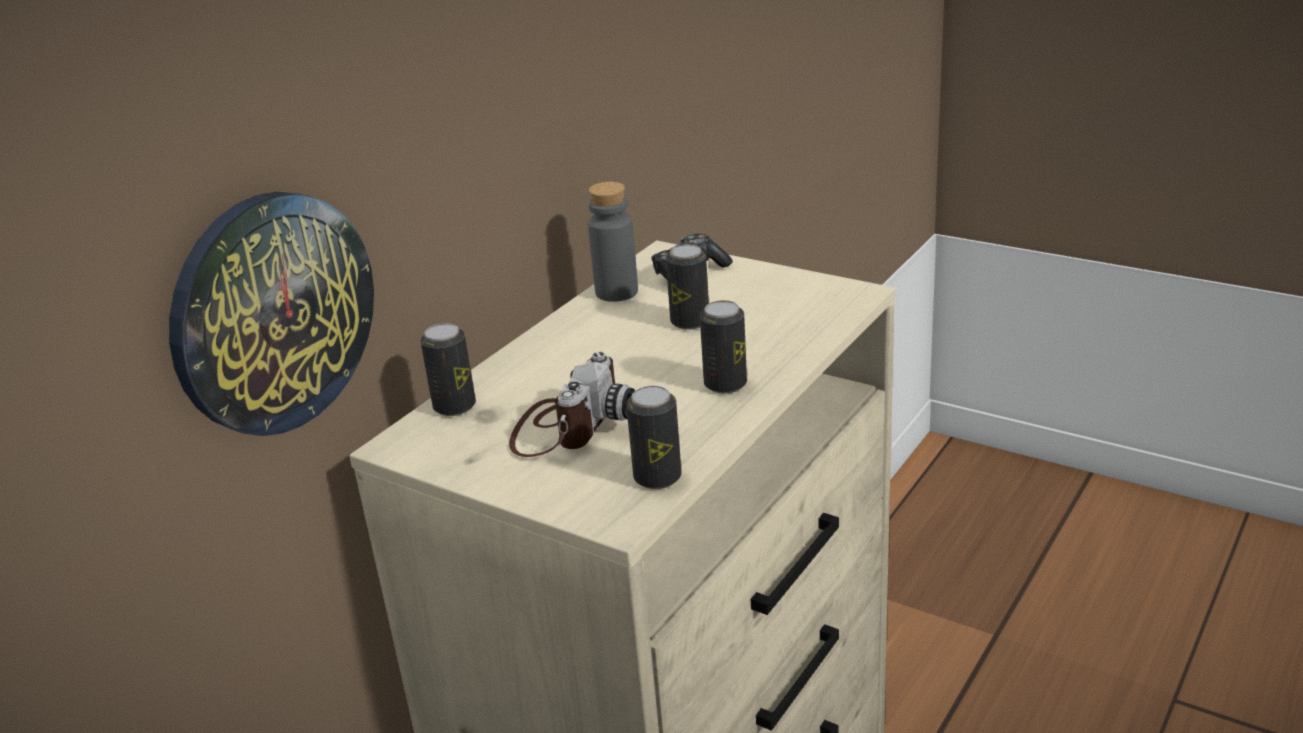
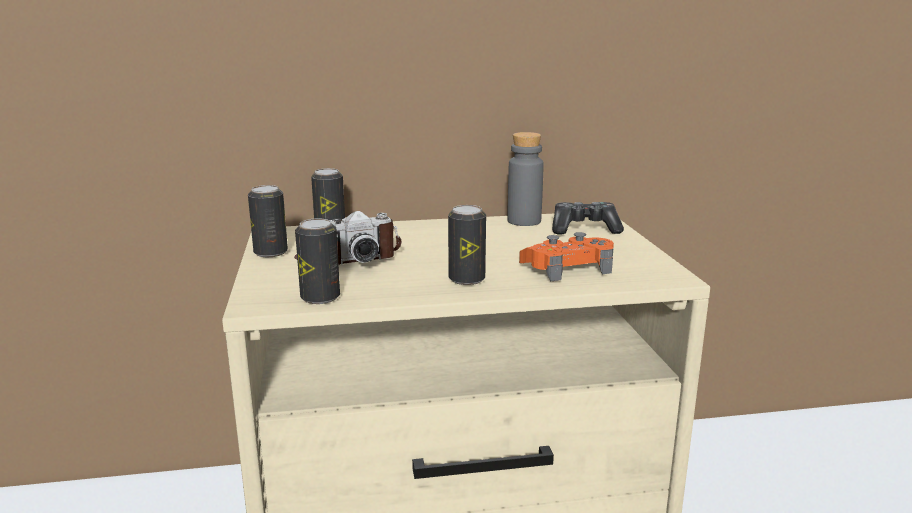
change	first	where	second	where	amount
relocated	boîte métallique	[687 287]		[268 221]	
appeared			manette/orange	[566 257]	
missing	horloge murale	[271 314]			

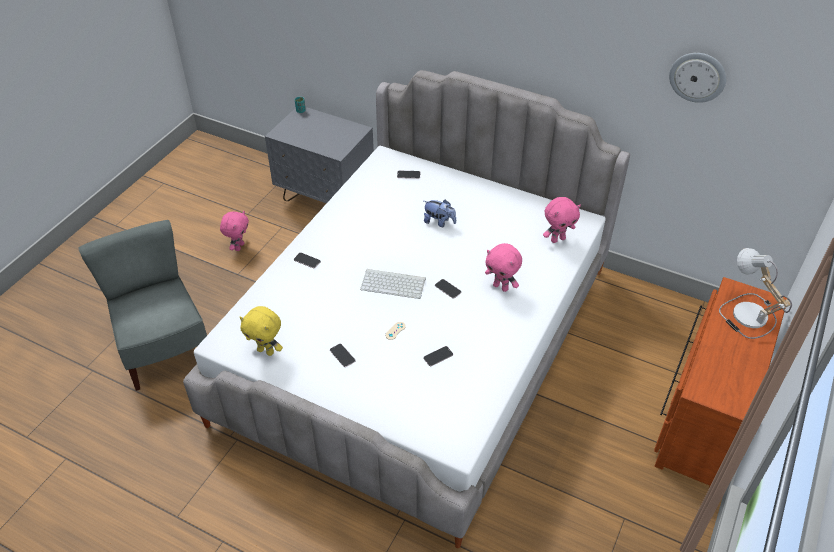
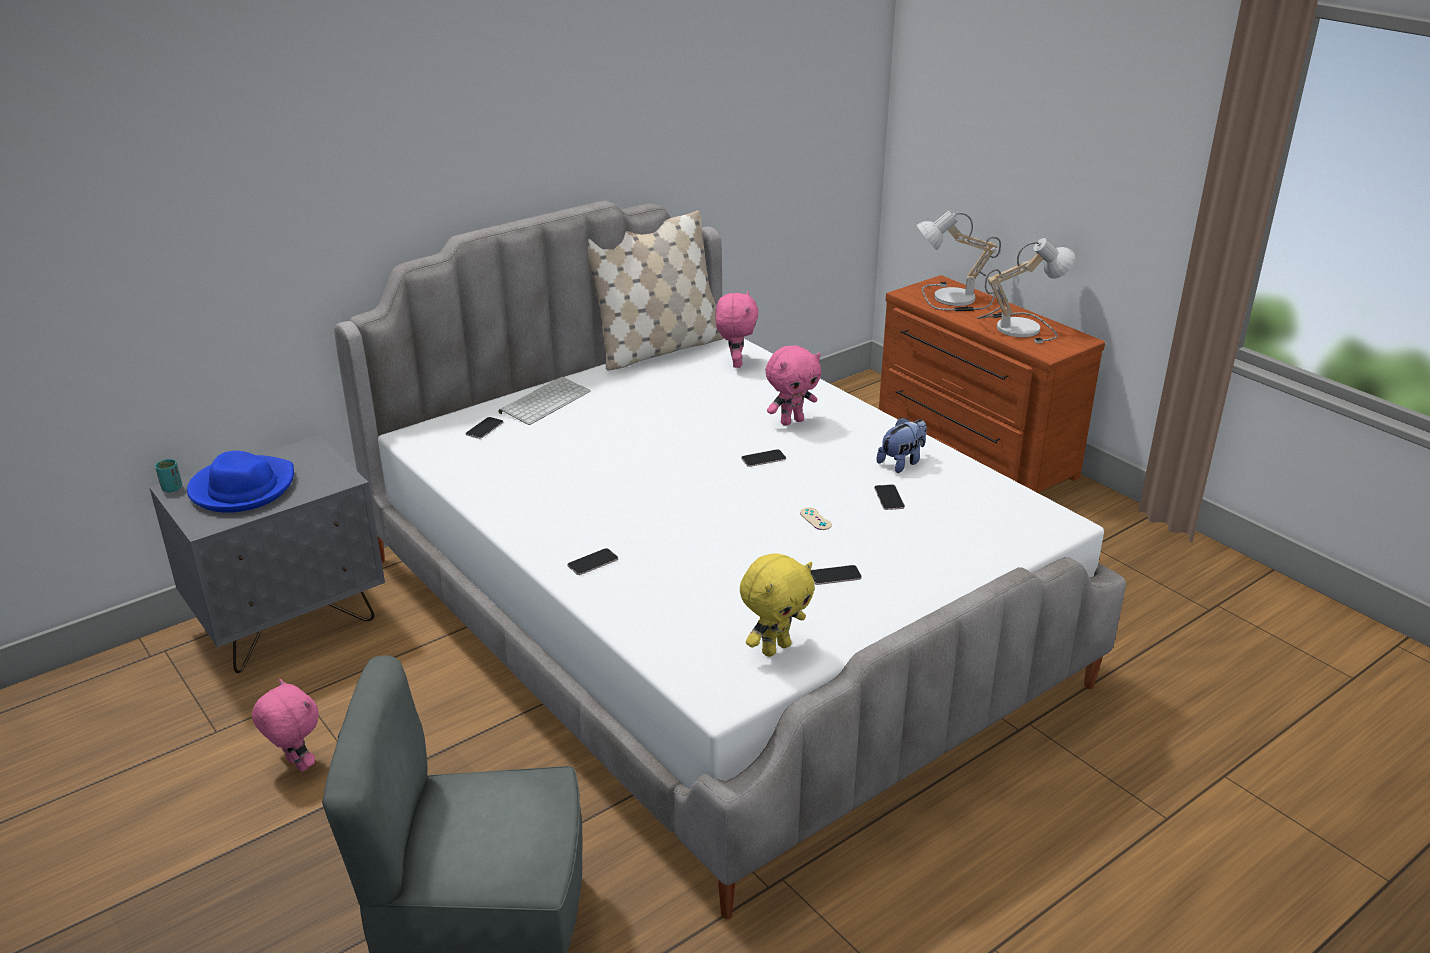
change	first	where	second	where	amount
appeared			chapeau/bleu	[240 482]	
relocated	clavier	[393 284]		[545 401]	
appeared			coussin/beige	[656 291]	
relocated	peluche	[440 213]		[902 445]	
appeared			lampe de table	[1026 290]	
missing	horloge murale	[697 78]			

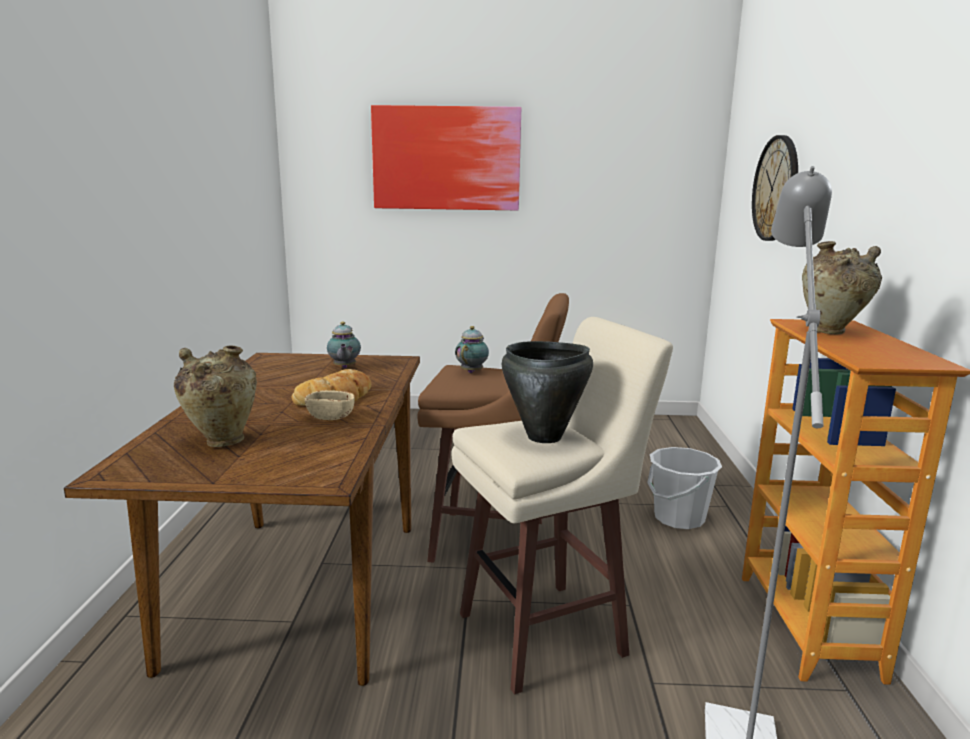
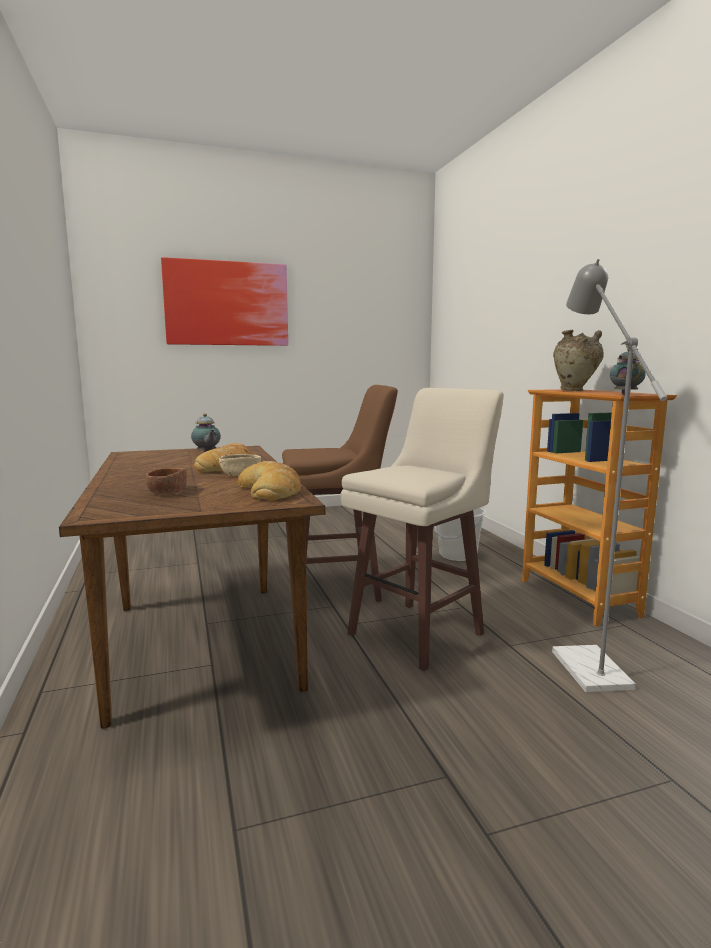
change	first	where	second	where	amount
exchanged	vase/beige	[215 396]	bol/marron	[166 481]	
appeared			pain	[269 481]	
relocated	théière	[472 349]		[628 371]	
missing	marmite/noir	[547 392]			
missing	horloge murale	[775 188]			

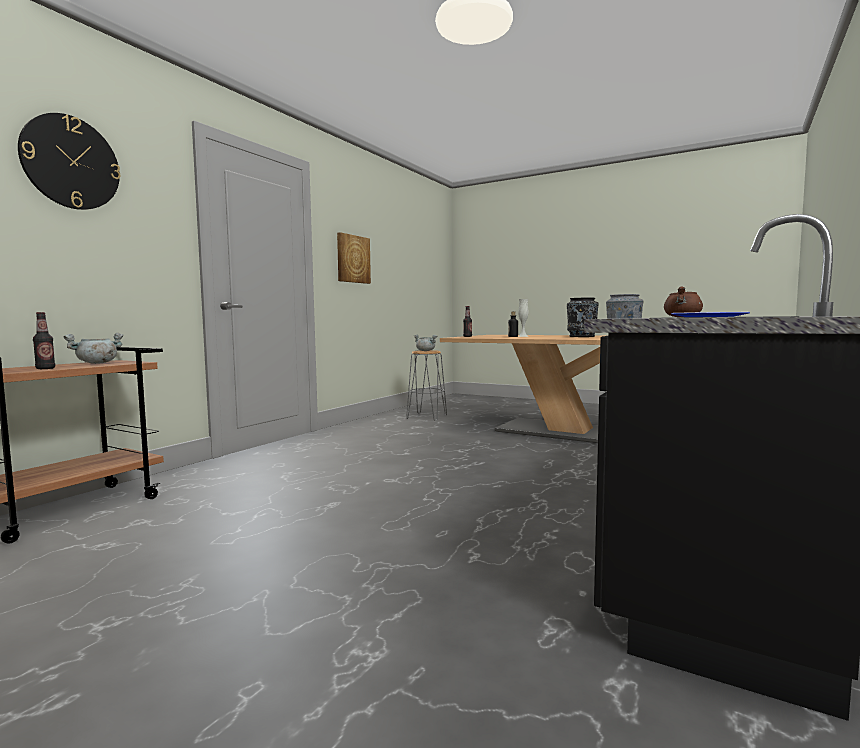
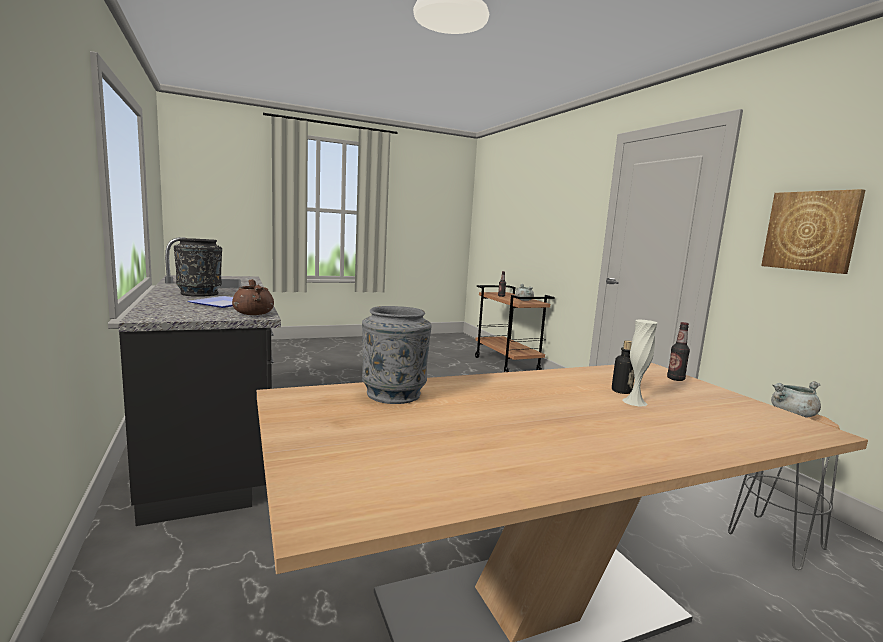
change	first	where	second	where	amount
relocated	vase/noir	[583 317]		[198 267]	
missing	horloge murale	[69 161]			

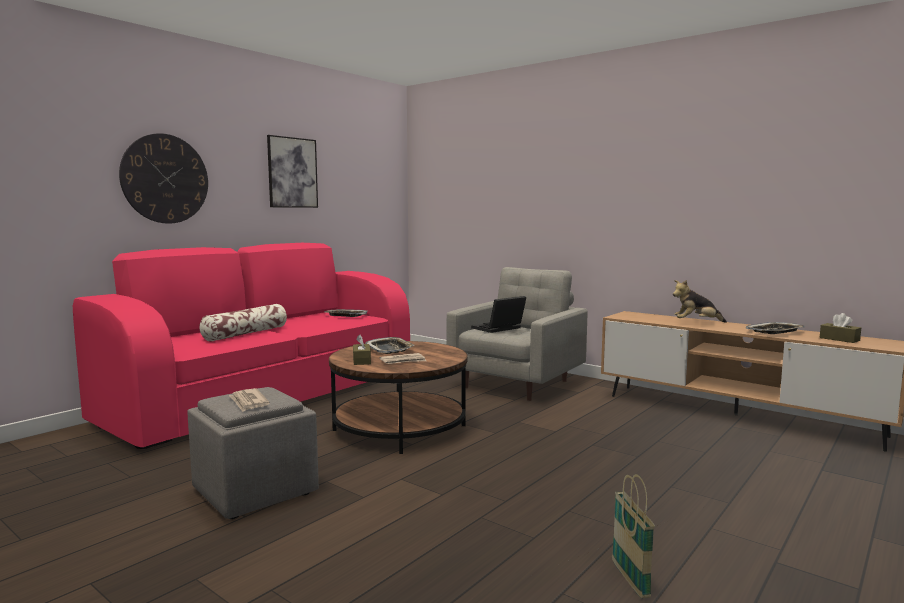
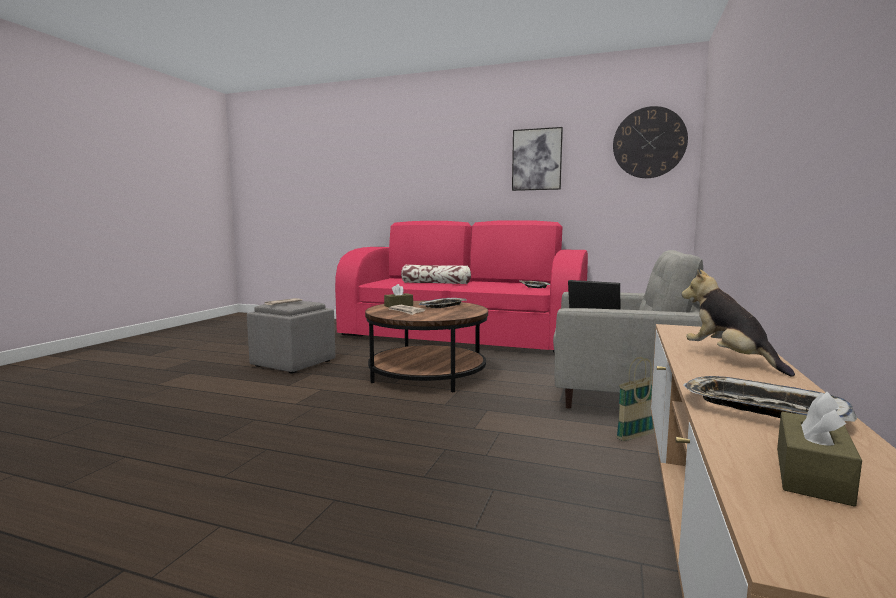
change	first	where	second	where	amount
relocated	horloge murale	[163 178]		[650 142]	
relocated	panier	[633 536]		[635 399]	

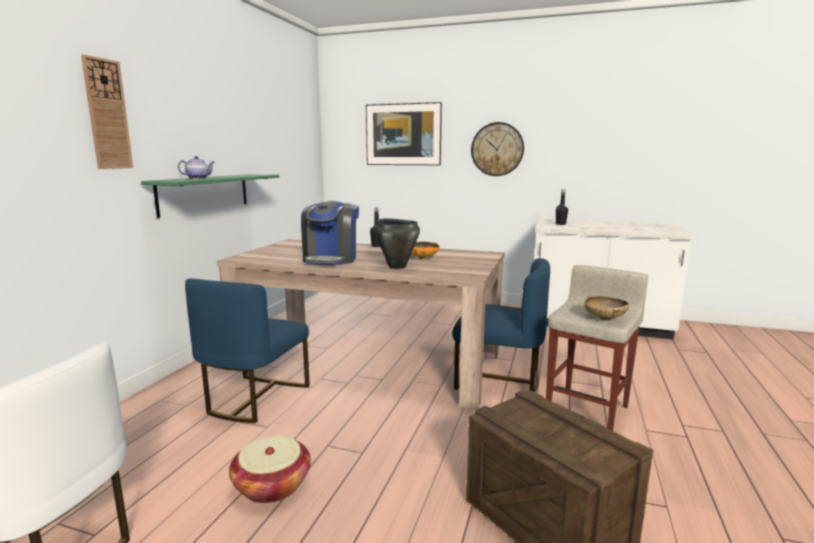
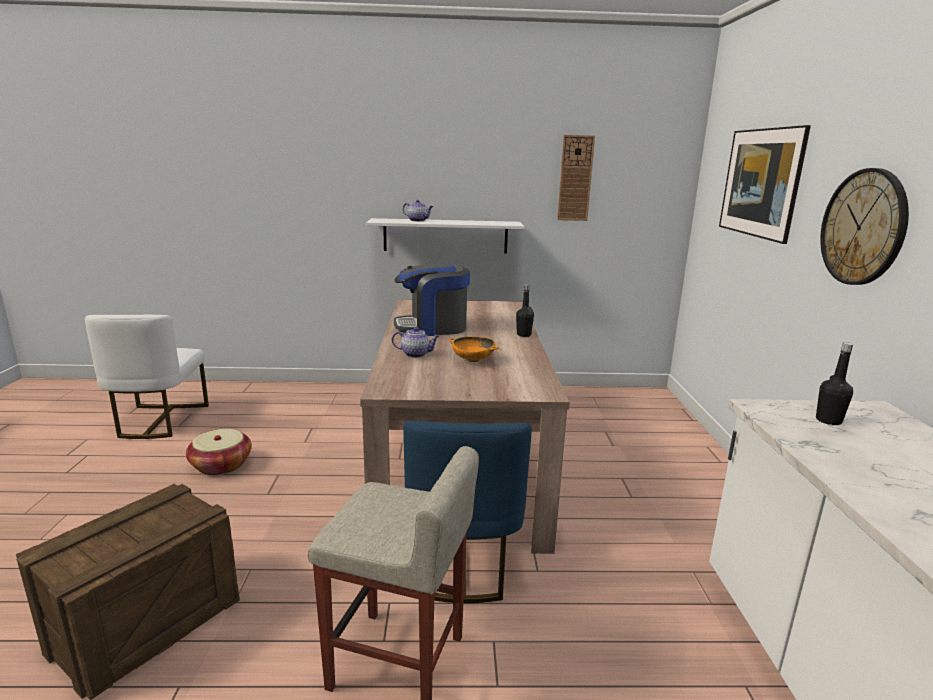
change	first	where	second	where	amount
colour	étagère/vert	[210 196]	étagère/blanc	[445 236]	
exchanged	marmite/noir	[397 243]	théière	[416 342]	
relocated	horloge murale	[107 112]		[576 178]	
missing	chaise/bleu	[247 350]			
missing	bol/beige	[606 307]			

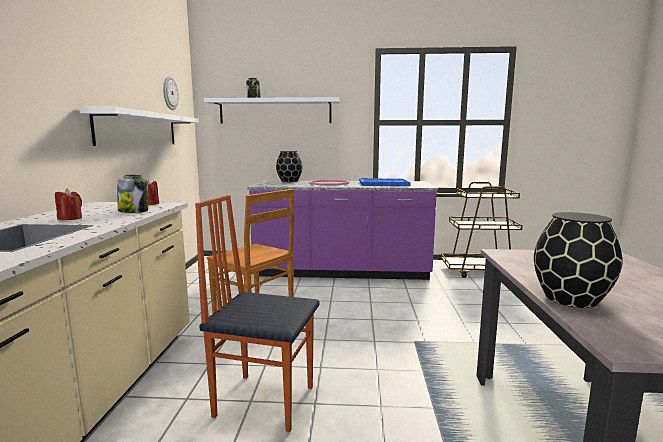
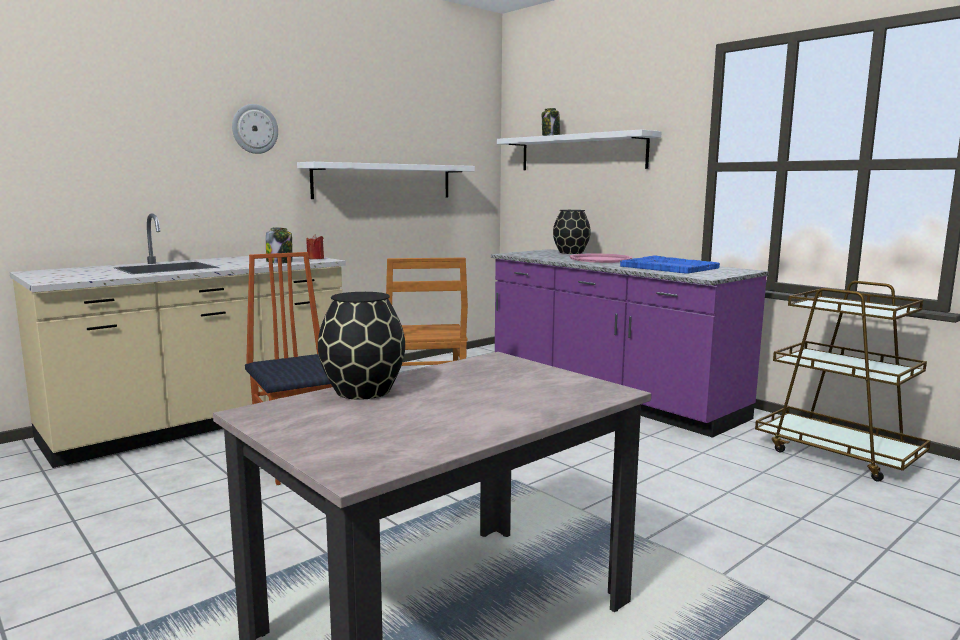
change	first	where	second	where	amount
relocated	horloge murale	[171 93]		[255 129]	
missing	bougie/rouge	[68 204]			

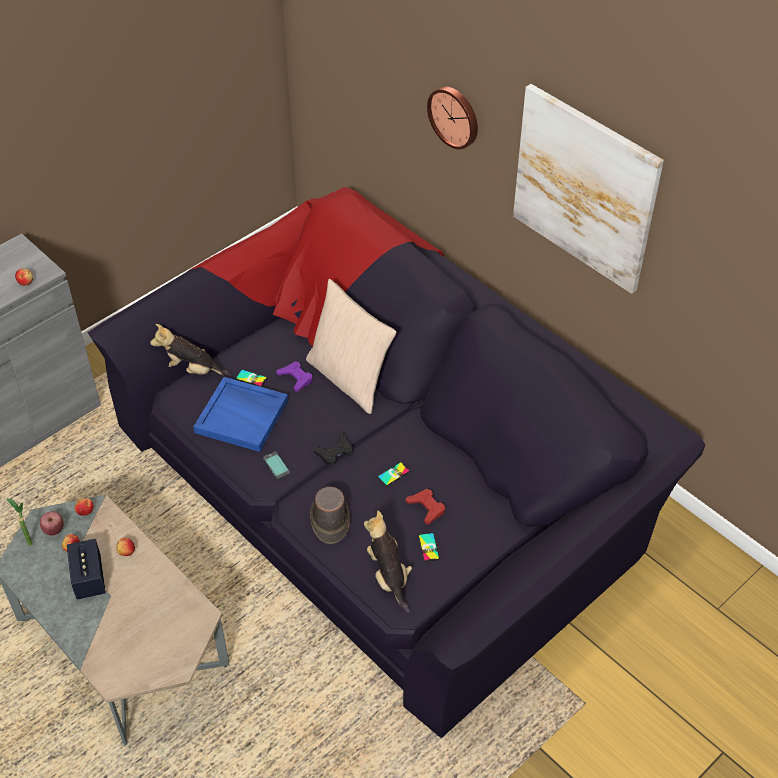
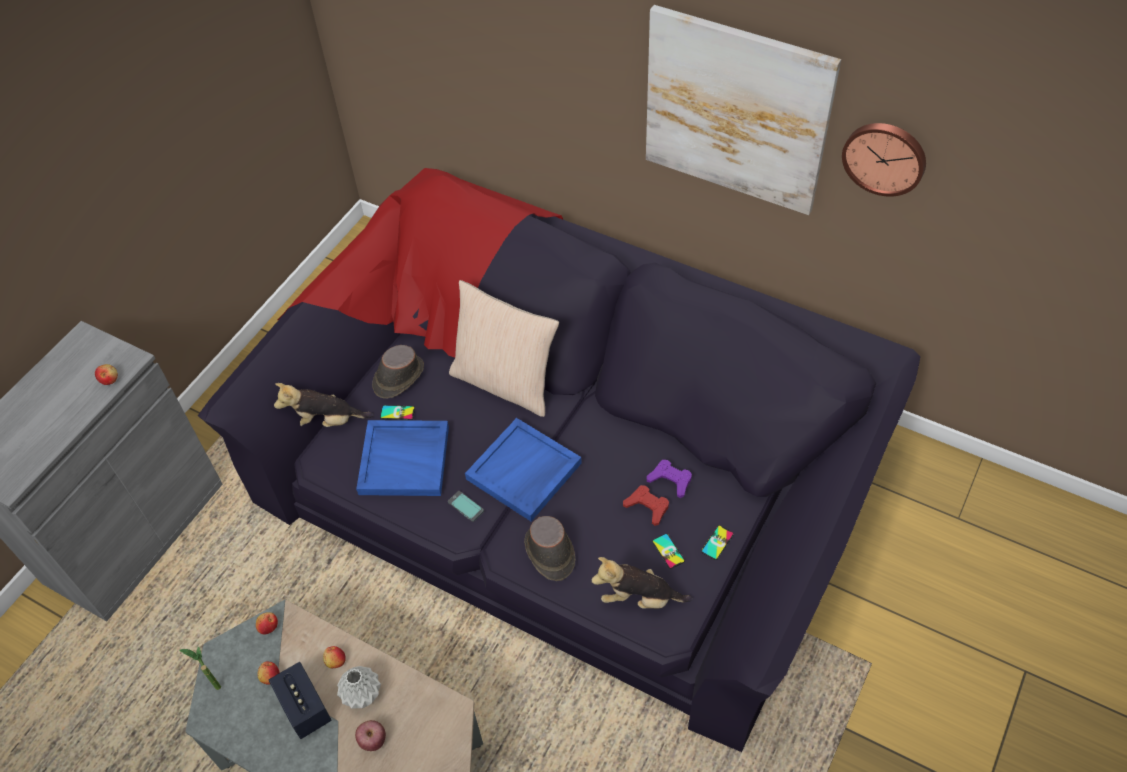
change	first	where	second	where	amount
appeared			vase/gris	[359 687]	
relocated	pomme	[52 523]		[370 735]	
appeared			chapeau/marron	[398 372]	
exchanged	manette/noir	[333 449]	plateau/bleu	[523 469]	
spun	peluche	[388 562]		[642 583]	45 degrees counterclockwise
relocated	manette/violet	[294 377]		[669 479]	
relocated	téléphone	[394 474]		[717 542]	
relocated	horloge murale	[452 118]		[884 160]	

